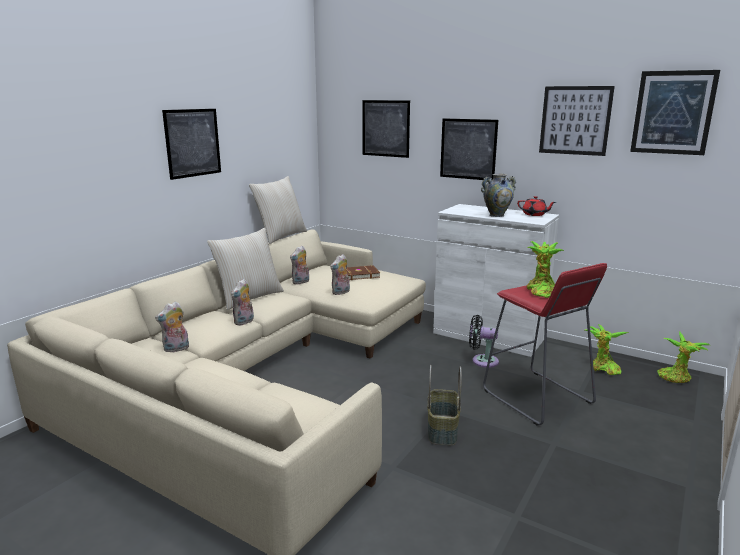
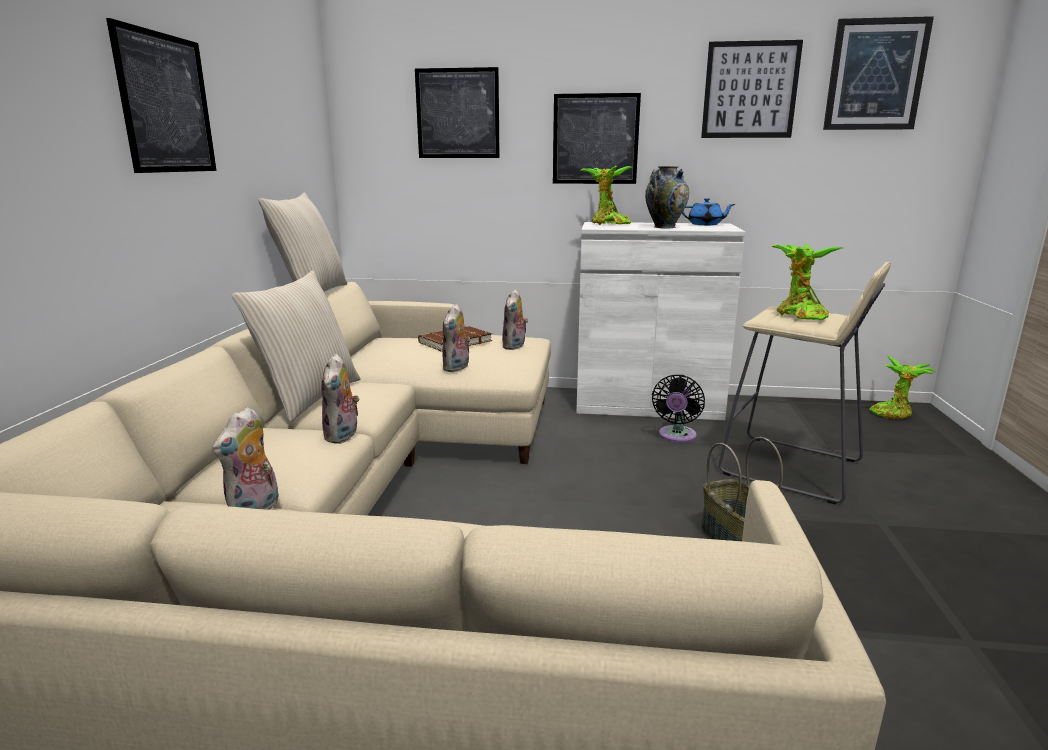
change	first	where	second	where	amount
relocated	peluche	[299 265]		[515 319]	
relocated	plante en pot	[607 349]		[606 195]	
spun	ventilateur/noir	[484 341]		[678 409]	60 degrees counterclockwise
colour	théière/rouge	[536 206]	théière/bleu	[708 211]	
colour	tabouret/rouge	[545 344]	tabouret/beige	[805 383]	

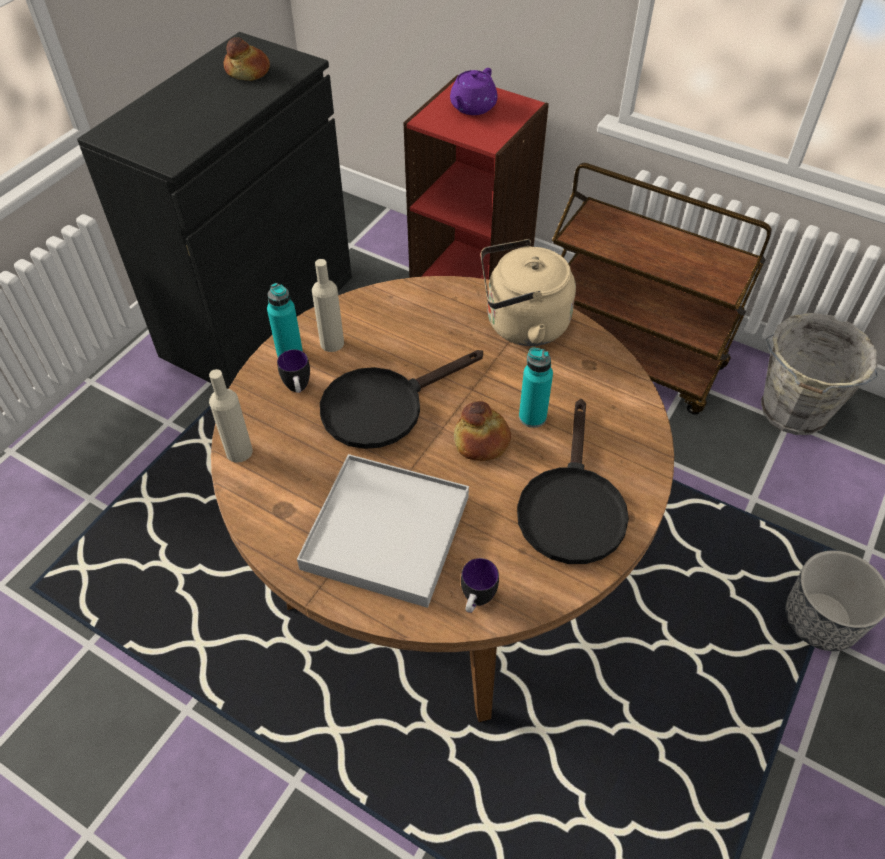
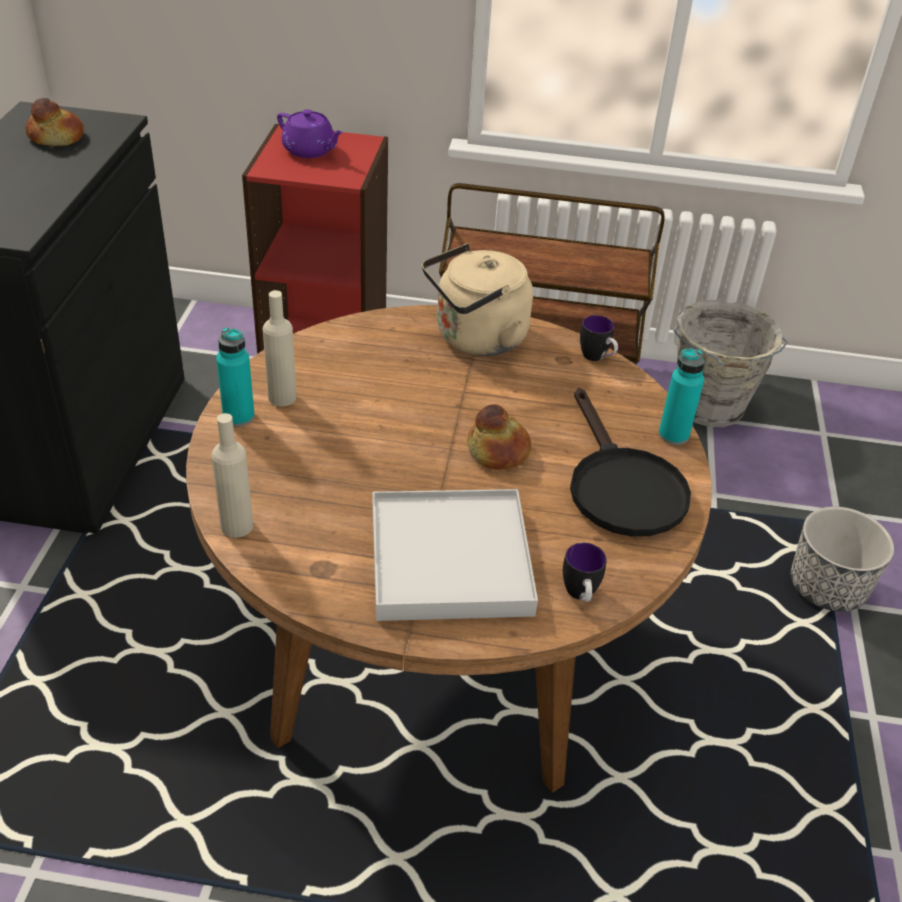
change	first	where	second	where	amount
spun	théière/violet	[474 91]		[310 133]	60 degrees counterclockwise
relocated	mug	[293 371]		[599 338]	
relocated	bouteille/turquoise	[536 388]		[681 397]	
missing	poêle/noir	[401 399]			

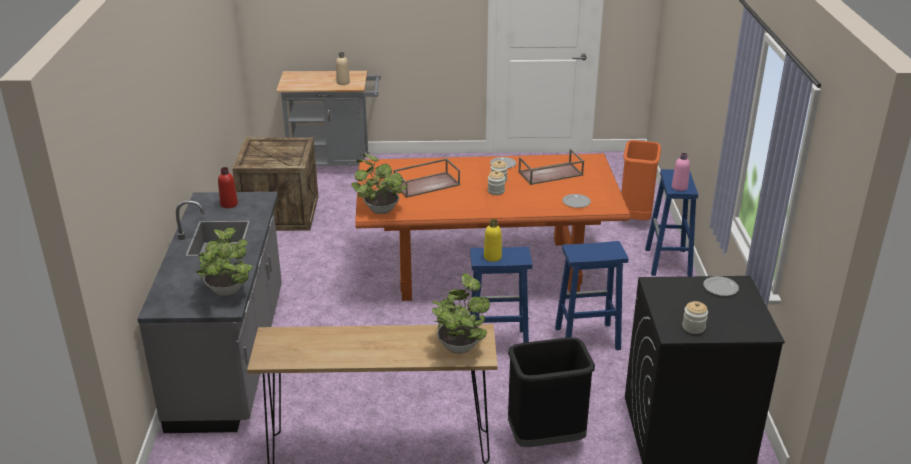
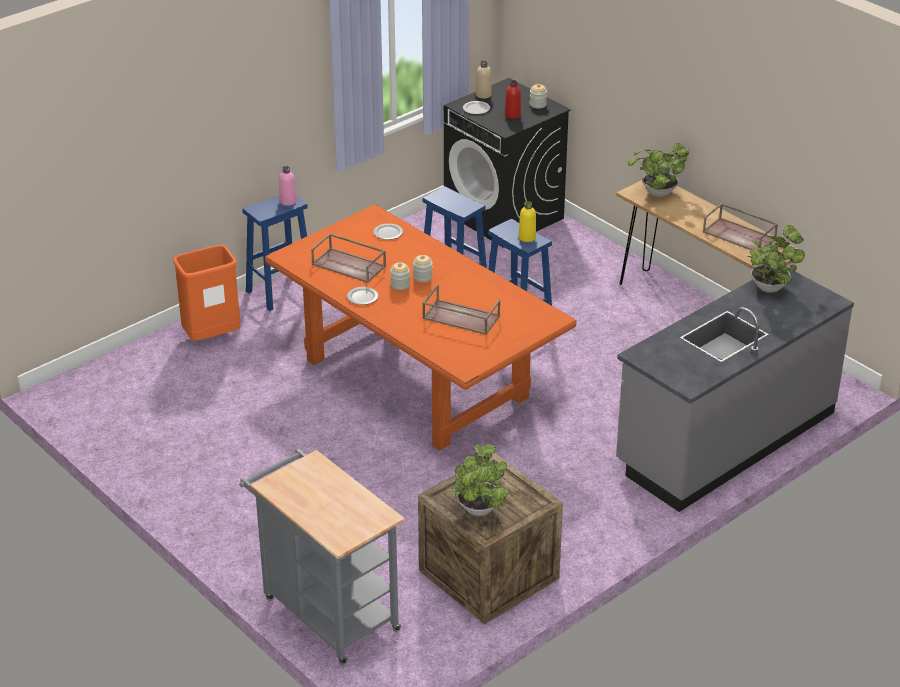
change	first	where	second	where	amount
relocated	plante en pot	[379 184]		[479 480]	
relocated	bouteille/beige	[343 68]		[484 79]	
relocated	bouteille/rouge	[228 187]		[513 99]	
appeared			plateau/marron	[740 226]	
missing	poubelle/noir	[551 392]			

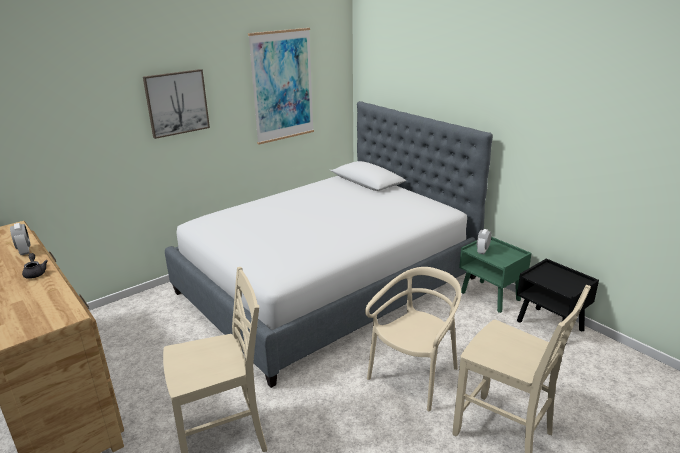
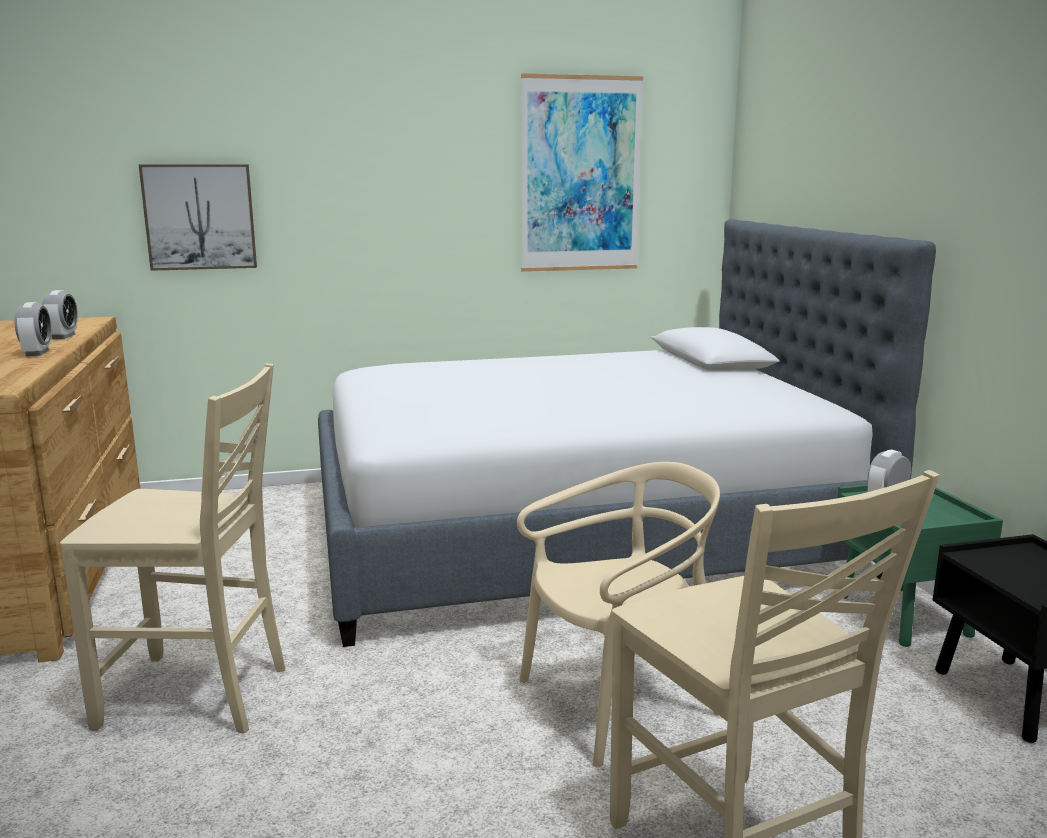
change	first	where	second	where	amount
exchanged	théière/gris	[35 266]	réveil	[32 329]	
relocated	tableau	[176 104]		[198 217]	

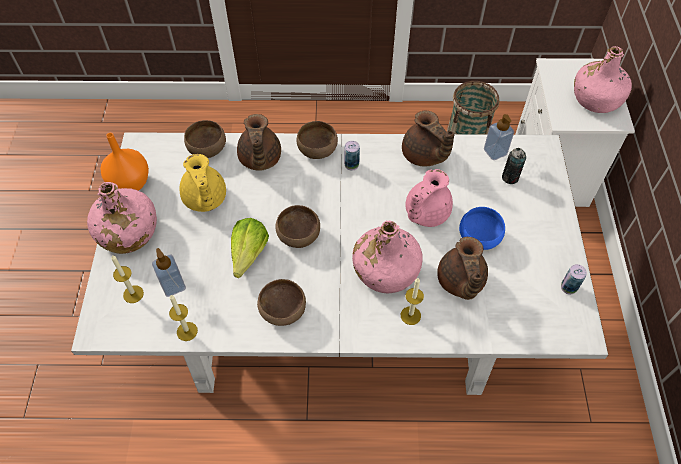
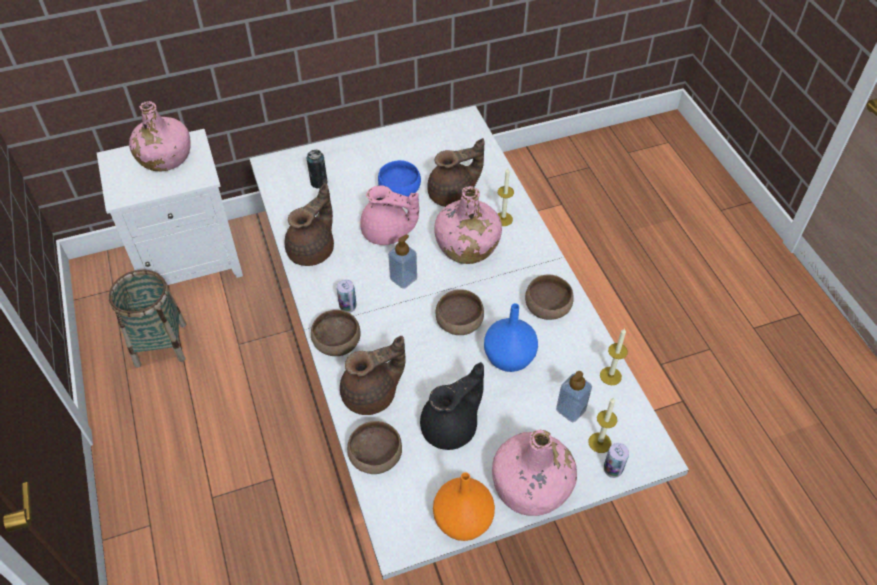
change	first	where	second	where	amount
relocated	distributeur de savon	[499 137]		[402 261]	
colour	théière/jaune	[203 183]	théière/noir	[452 406]	
exchanged	laitue	[250 248]	vase/bleu	[511 337]	
relocated	boîte métallique	[574 279]		[616 460]	

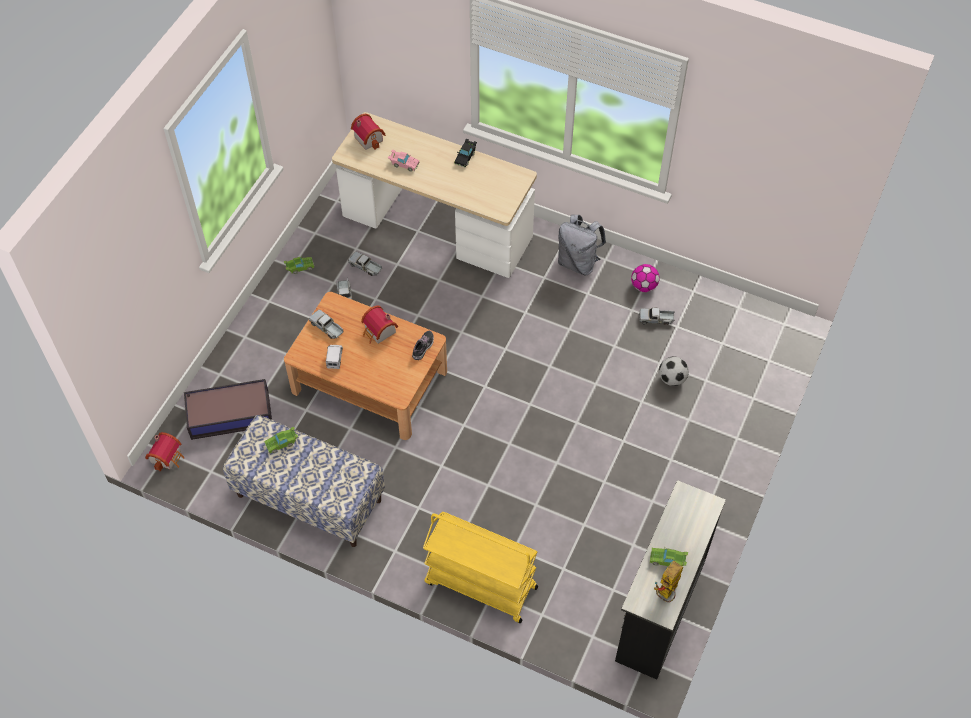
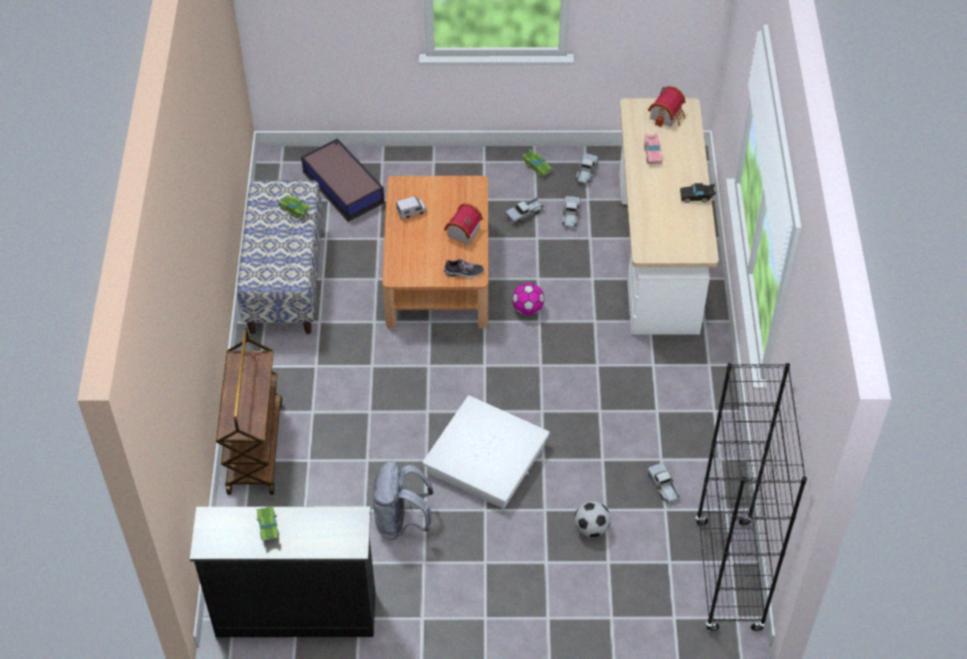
change	first	where	second	where	amount
colour	chariot/jaune	[480 567]	chariot/marron	[249 412]	
relocated	sac à dos/gris	[582 245]		[403 500]	
appeared			boîte de rangement/blanc	[486 452]	
relocated	ballon de foot	[645 278]		[528 299]	
relocated	camion jouet	[326 324]		[587 168]	
appeared			bibliothèque/noir	[751 497]	
missing	maison miniature	[164 452]			
missing	robot jouet	[668 581]			

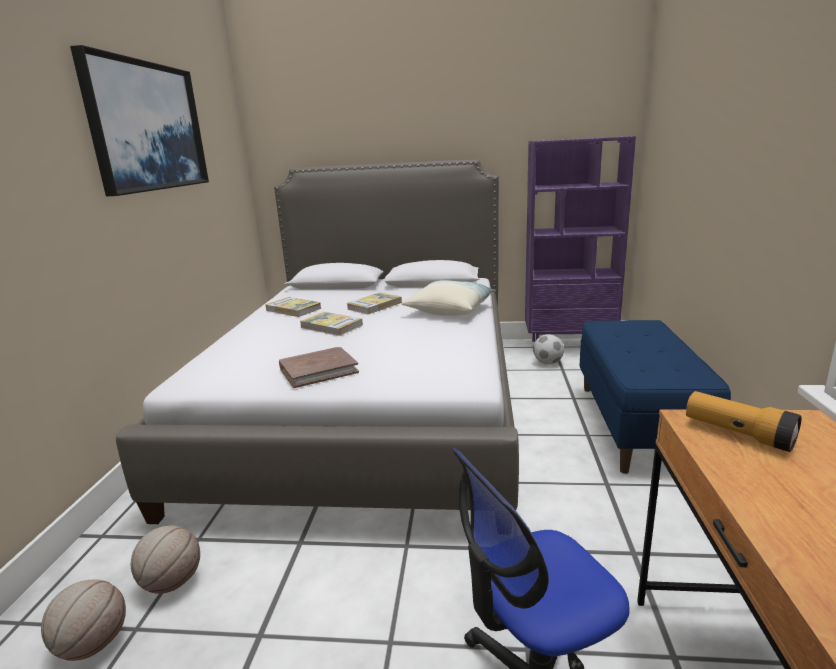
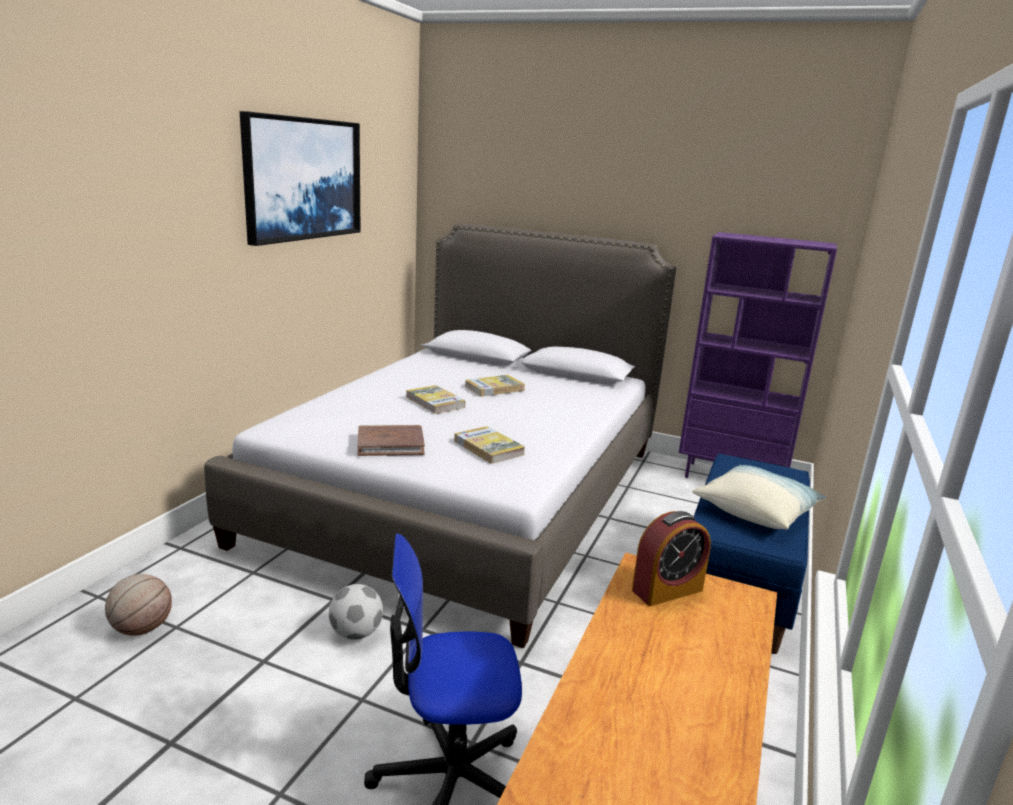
change	first	where	second	where	amount
relocated	ballon de foot	[548 349]		[356 612]	
relocated	livre	[293 307]		[489 445]	
exchanged	lampe de poche	[743 421]	réveil	[671 558]	
relocated	coussin	[448 298]		[759 497]	
missing	ballon de basket	[165 560]			

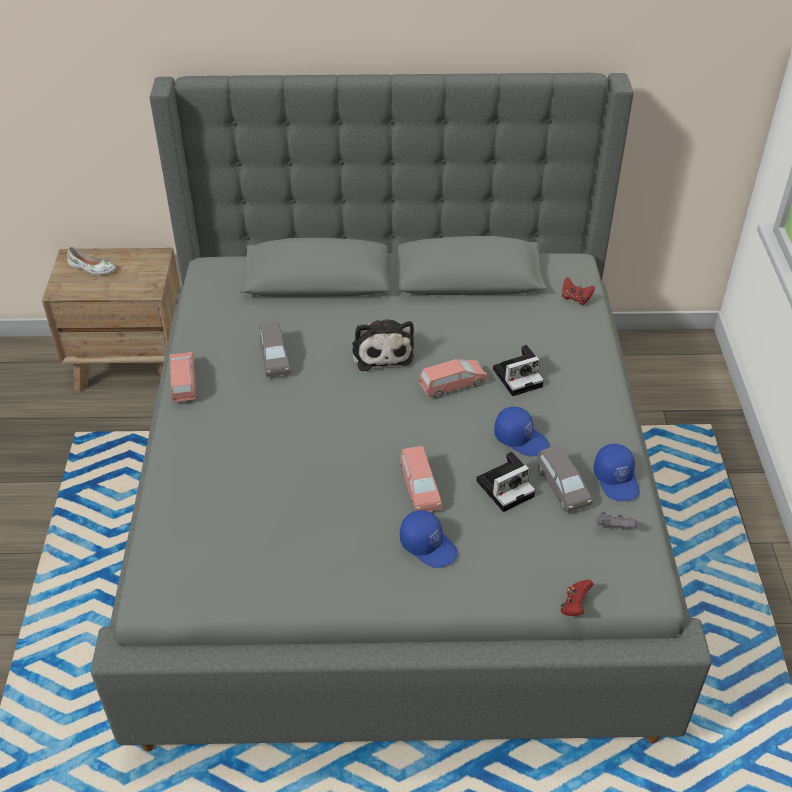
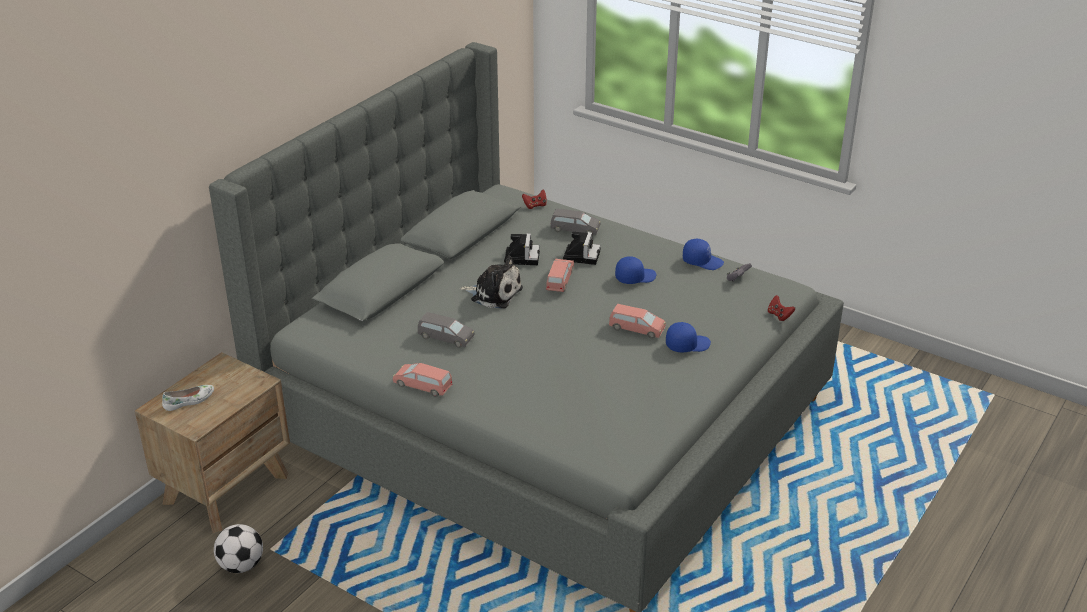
change	first	where	second	where	amount
appeared			ballon de foot	[238 548]	
relocated	appareil photo	[505 482]		[522 249]	
relocated	petite voiture/gris	[564 479]		[575 222]	

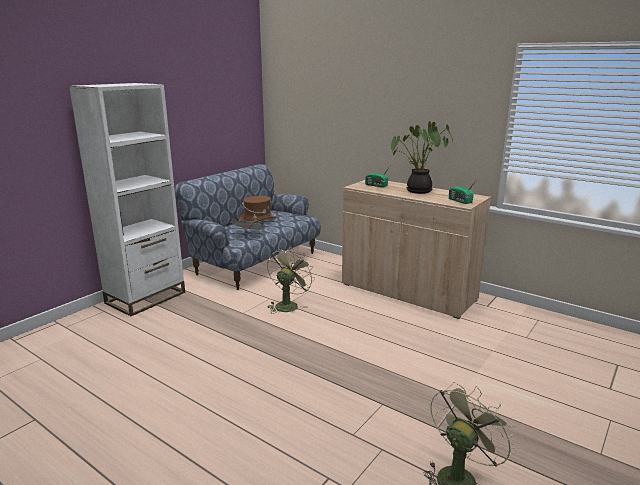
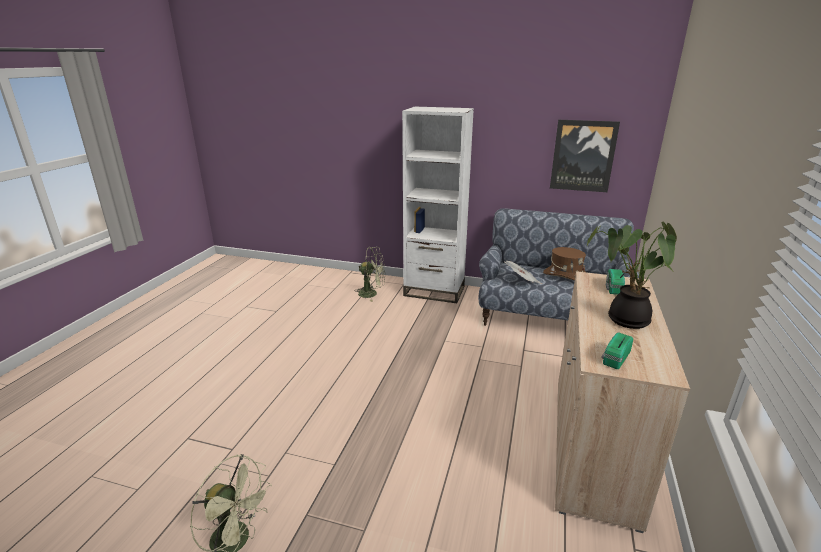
change	first	where	second	where	amount
relocated	ventilateur/vert	[291 281]		[370 274]	
appeared			tableau	[585 156]	

